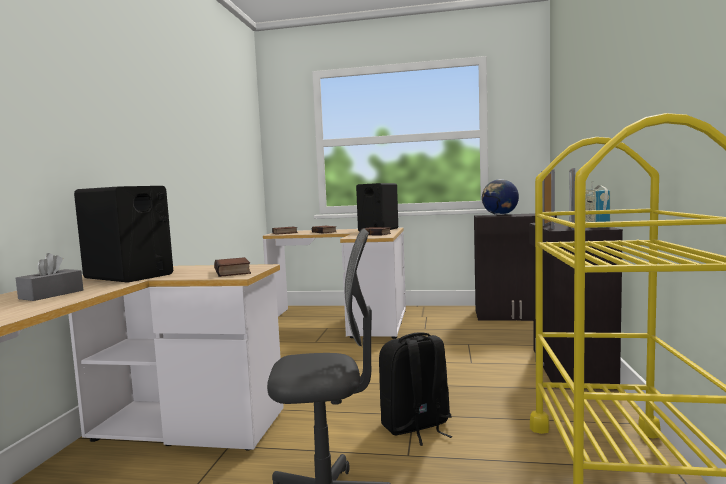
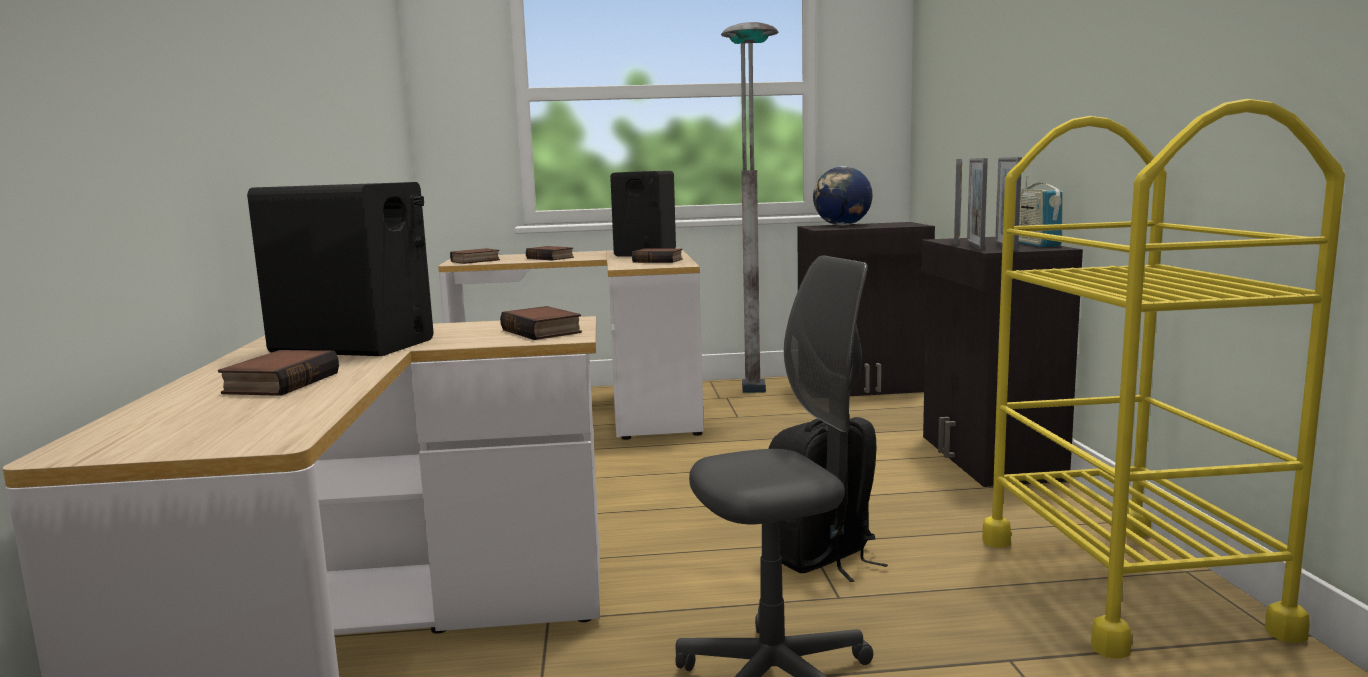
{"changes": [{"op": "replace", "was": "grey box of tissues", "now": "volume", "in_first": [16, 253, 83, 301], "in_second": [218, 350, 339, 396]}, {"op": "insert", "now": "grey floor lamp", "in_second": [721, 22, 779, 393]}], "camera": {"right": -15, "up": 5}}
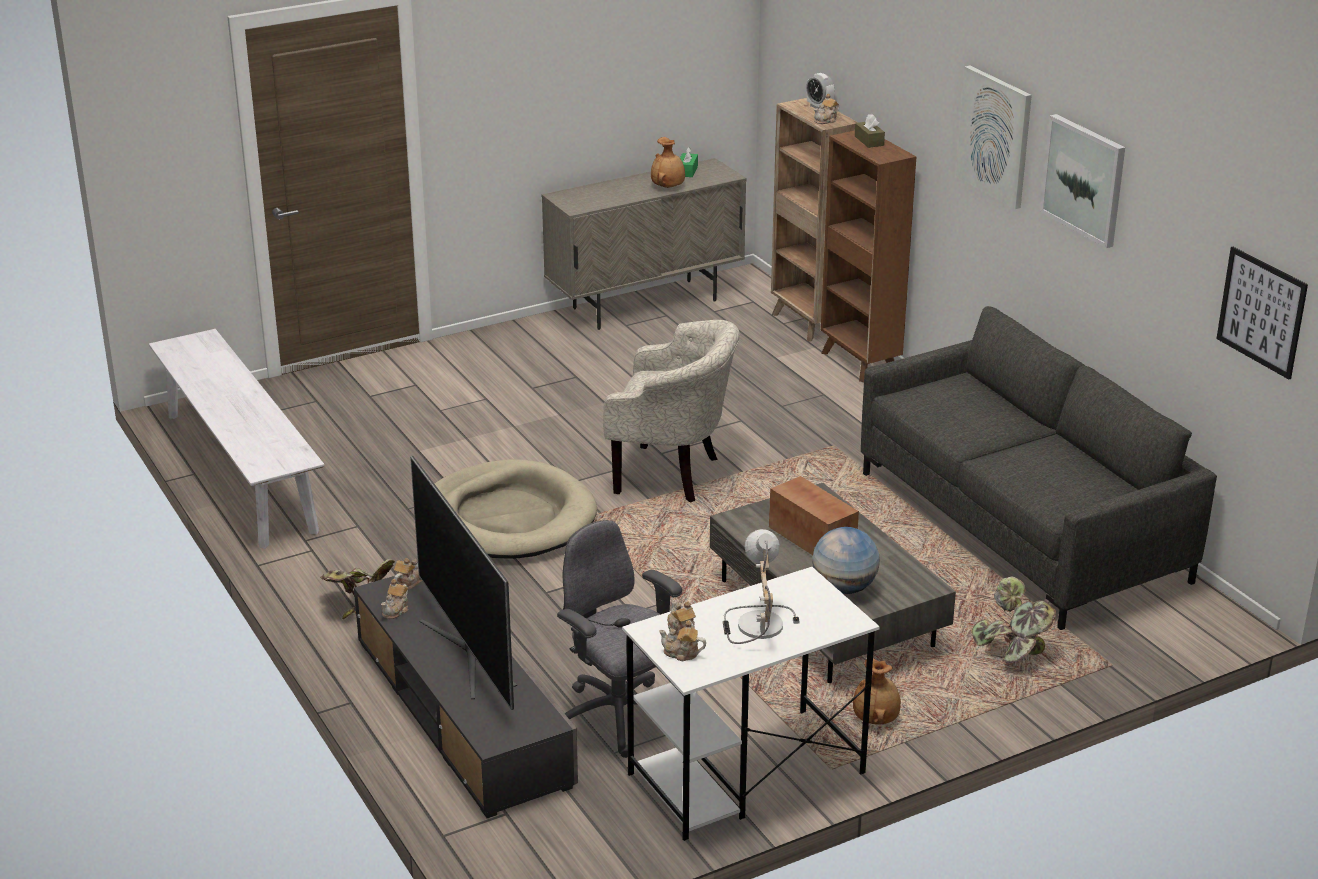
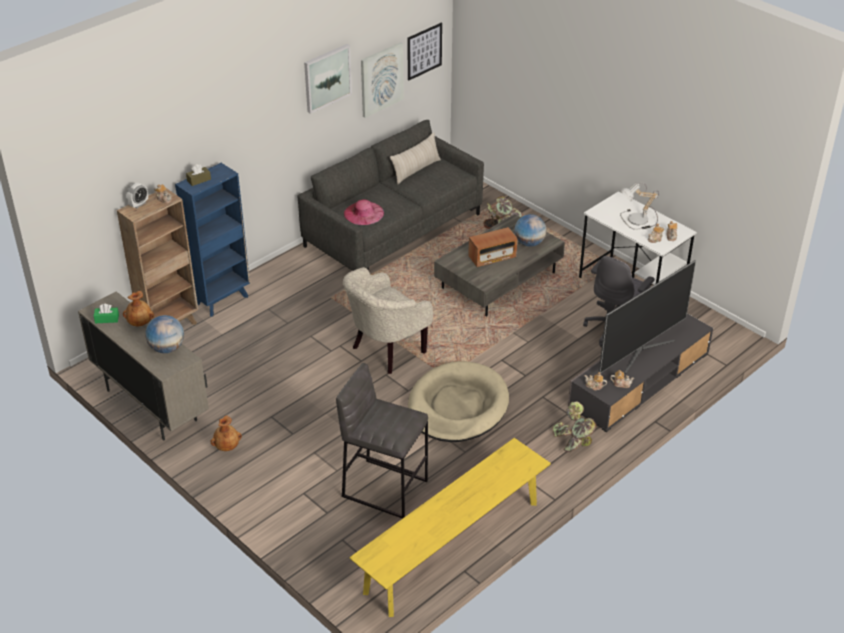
{"changes": [{"op": "insert", "now": "world globe", "in_second": [145, 315, 184, 353]}, {"op": "recolor", "was": "brownish bookshelf", "now": "blue bookshelf", "in_first": [821, 131, 916, 382], "in_second": [175, 163, 250, 317]}, {"op": "move", "was": "brownish vase", "in_first": [853, 659, 901, 725], "in_second": [210, 415, 242, 451]}, {"op": "insert", "now": "grey sitting stool", "in_second": [336, 363, 428, 519]}, {"op": "rotate", "was": "sand-coloured armchair", "in_first": [603, 320, 740, 503], "in_second": [343, 267, 433, 374], "clockwise": -135}, {"op": "insert", "now": "pink hat", "in_second": [344, 199, 384, 225]}, {"op": "recolor", "was": "whitish bench", "now": "yellow-coloured bench", "in_first": [149, 329, 324, 549], "in_second": [349, 438, 551, 617]}, {"op": "move", "was": "wall art", "in_first": [956, 66, 1032, 209], "in_second": [361, 42, 404, 118]}, {"op": "insert", "now": "sand-coloured pillow", "in_second": [390, 132, 441, 185]}, {"op": "rotate", "was": "radio set", "in_first": [769, 476, 859, 555], "in_second": [468, 227, 518, 267], "clockwise": -150}], "camera": {"right": -105, "up": 10}}
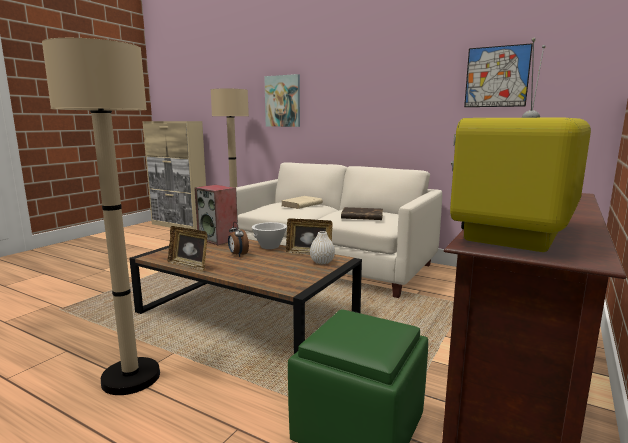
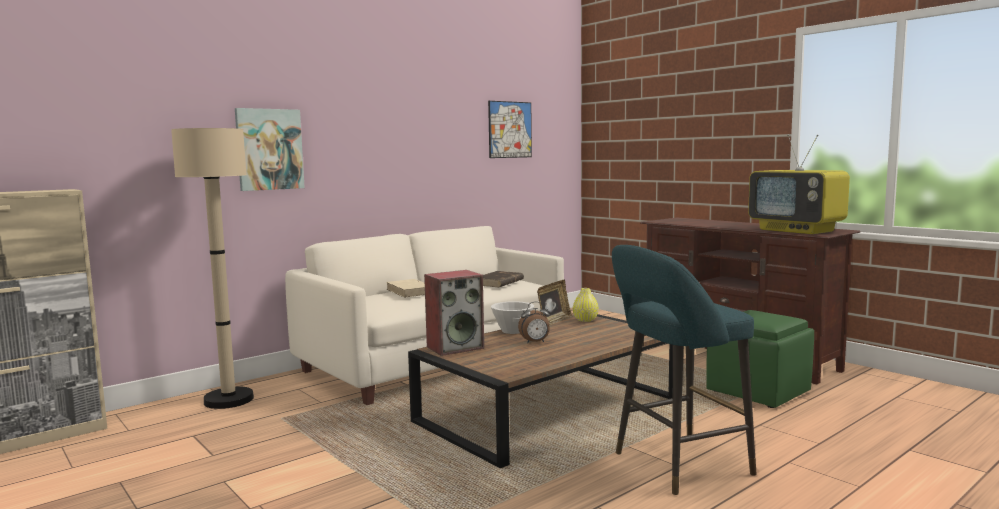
{"changes": [{"op": "recolor", "was": "whitish vase", "now": "yellow-coloured vase", "in_first": [310, 231, 335, 264], "in_second": [573, 288, 599, 322]}, {"op": "replace", "was": "sand-coloured floor lamp", "now": "turquoise sitting stool", "in_first": [42, 38, 160, 395], "in_second": [612, 245, 757, 495]}, {"op": "delete", "was": "standing frame", "in_first": [168, 226, 208, 272]}], "camera": {"right": -70, "up": -5}}
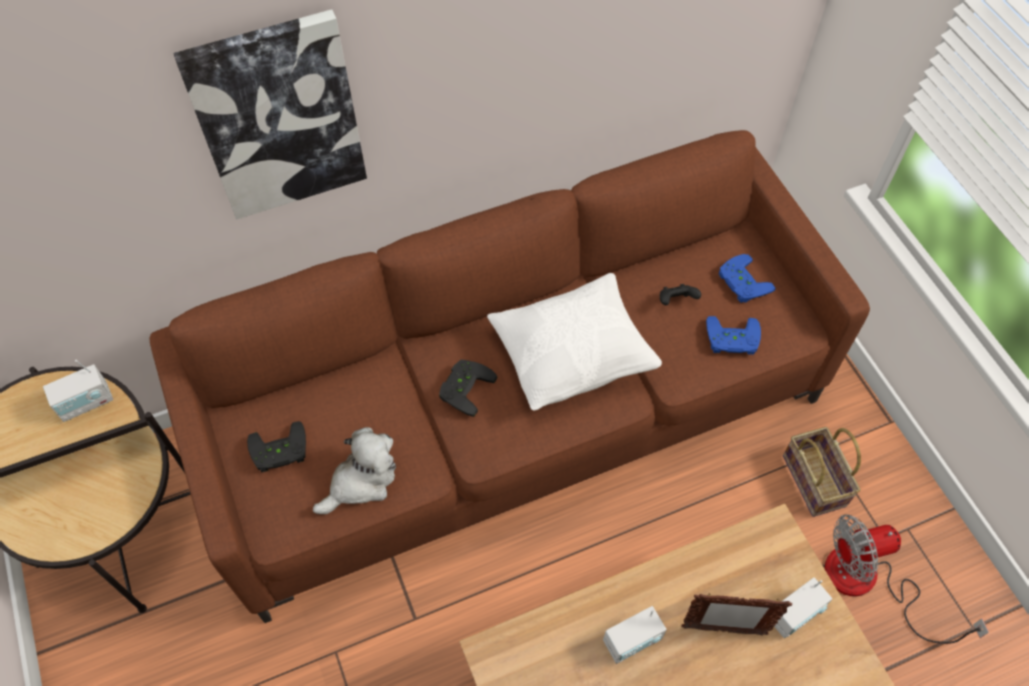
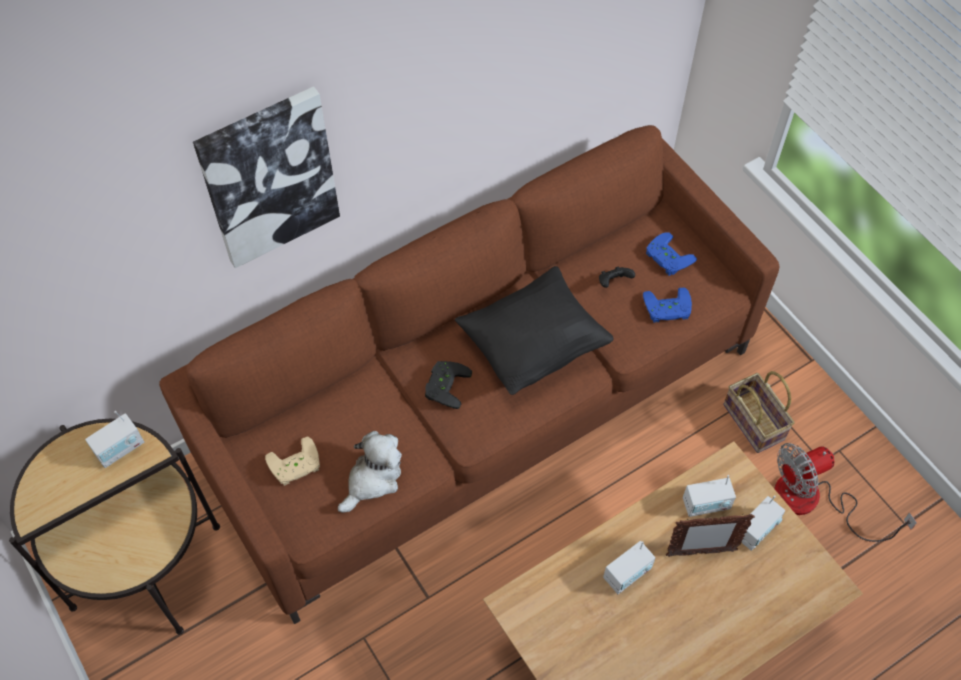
{"changes": [{"op": "recolor", "was": "black-coloured game controller", "now": "sand-coloured game controller", "in_first": [247, 421, 306, 472], "in_second": [265, 437, 320, 486]}, {"op": "recolor", "was": "whitish pillow", "now": "black-coloured pillow", "in_first": [487, 273, 662, 411], "in_second": [455, 266, 613, 395]}, {"op": "insert", "now": "radio set", "in_second": [683, 475, 736, 517]}], "camera": {"right": -10, "up": 0}}
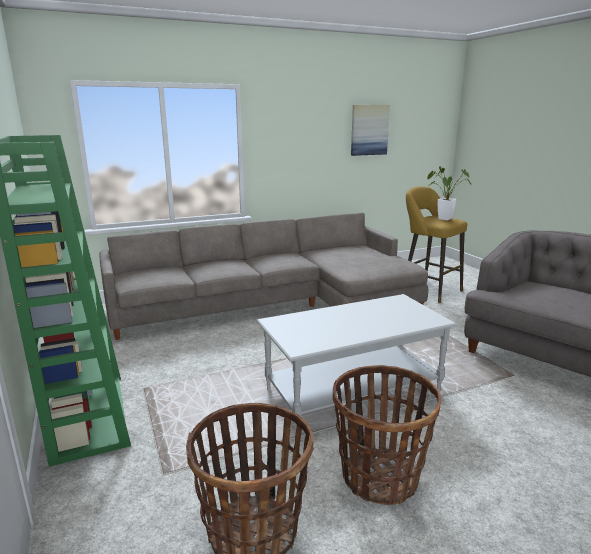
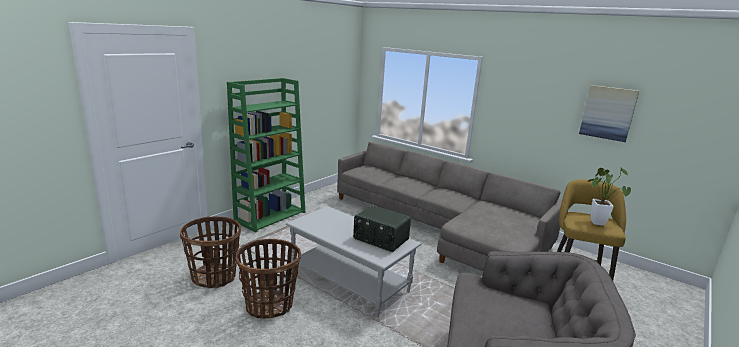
{"changes": [{"op": "insert", "now": "radio set", "in_second": [353, 205, 411, 252]}], "camera": {"right": 60, "up": 0}}
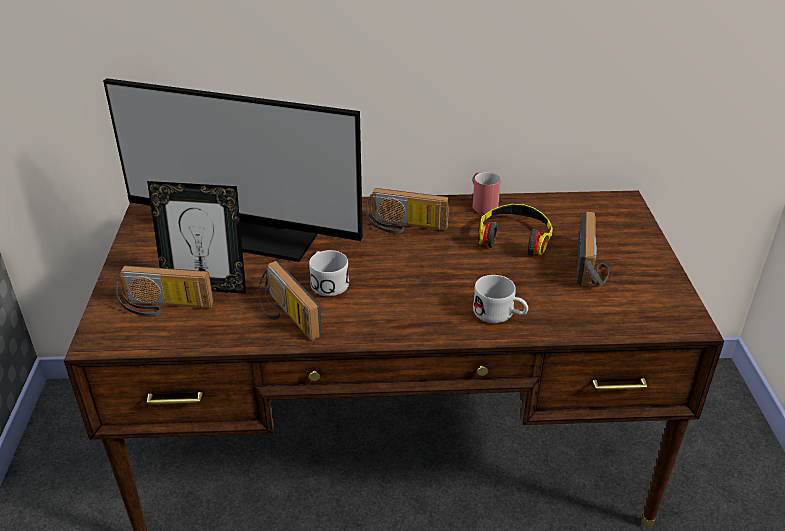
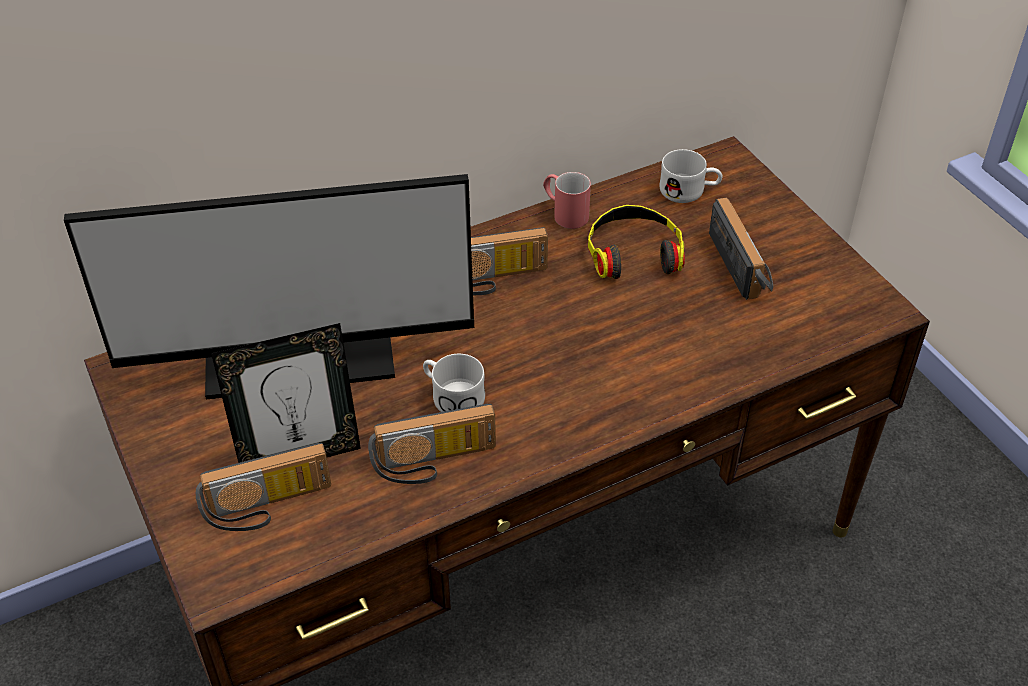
{"changes": [{"op": "rotate", "was": "radio set", "in_first": [259, 261, 322, 340], "in_second": [368, 404, 496, 484], "clockwise": -45}, {"op": "move", "was": "whitish coffee mug", "in_first": [473, 275, 528, 323], "in_second": [659, 149, 722, 203]}], "camera": {"right": -25, "up": 10}}
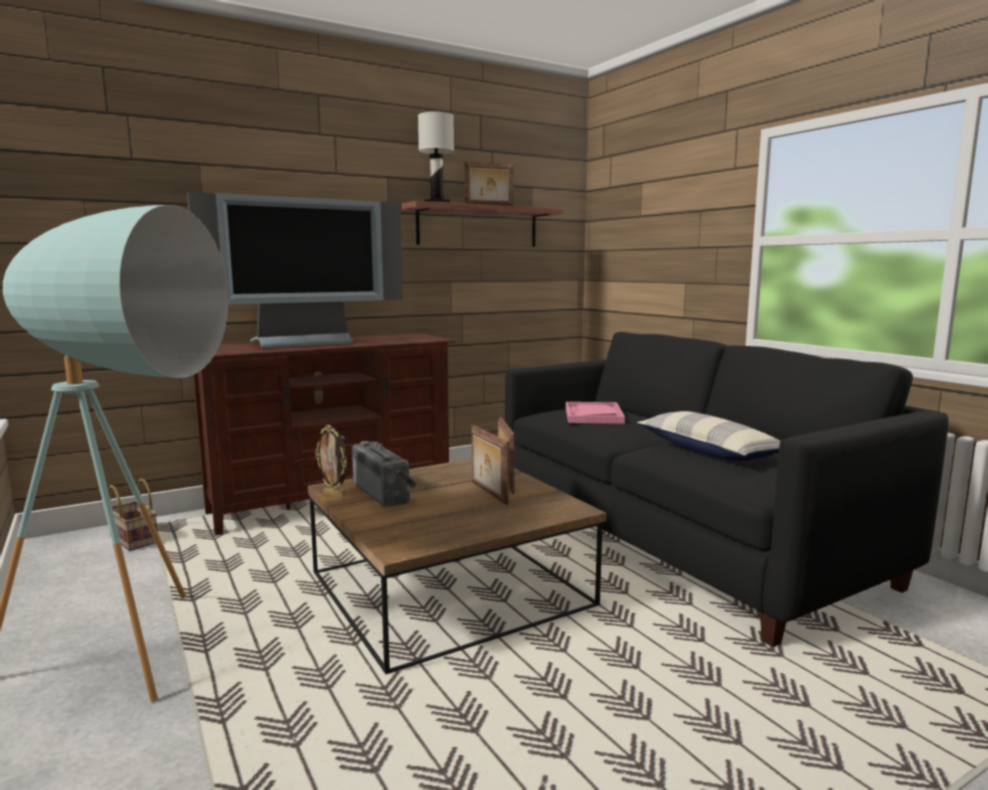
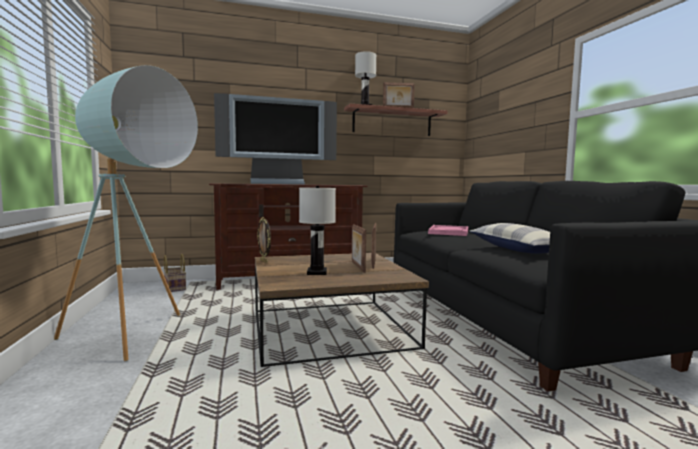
{"changes": [{"op": "insert", "now": "whitish table lamp", "in_second": [299, 186, 336, 275]}, {"op": "delete", "was": "radio set", "in_first": [352, 441, 417, 507]}], "camera": {"right": 15, "up": -5}}
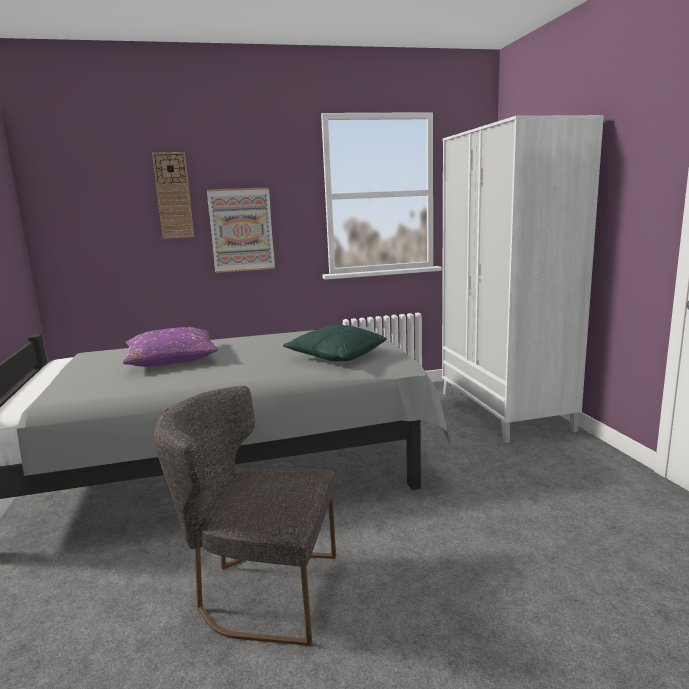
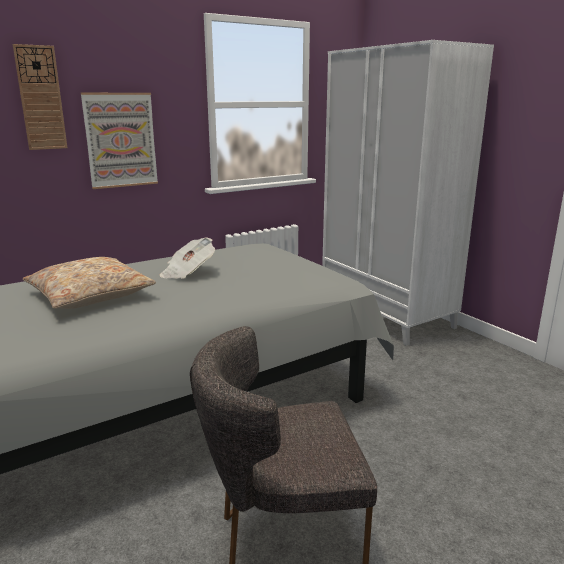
{"changes": [{"op": "recolor", "was": "purple pillow", "now": "sand-coloured pillow", "in_first": [123, 327, 218, 367], "in_second": [23, 257, 156, 309]}, {"op": "insert", "now": "daily paper", "in_second": [160, 238, 215, 279]}, {"op": "delete", "was": "greenish pillow", "in_first": [283, 325, 387, 361]}], "camera": {"right": -20, "up": 5}}
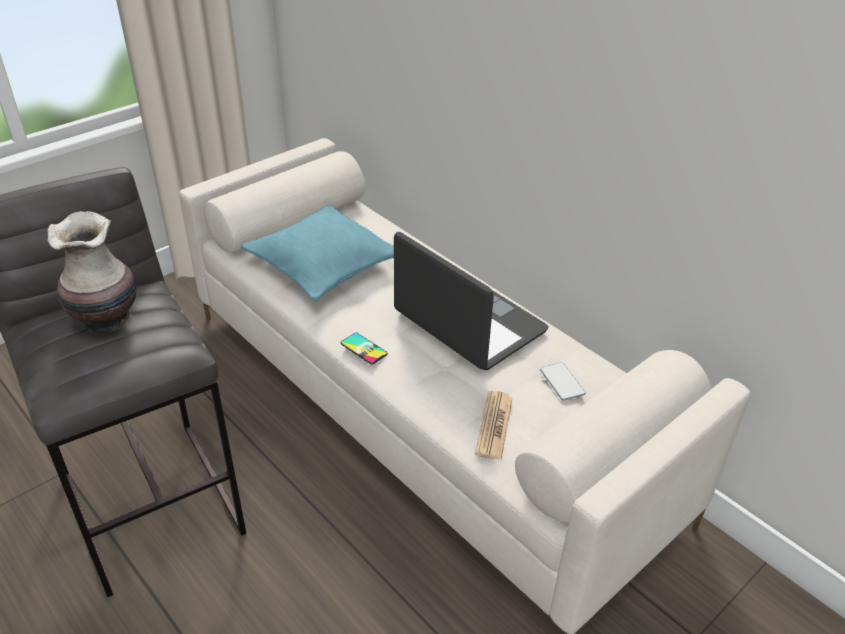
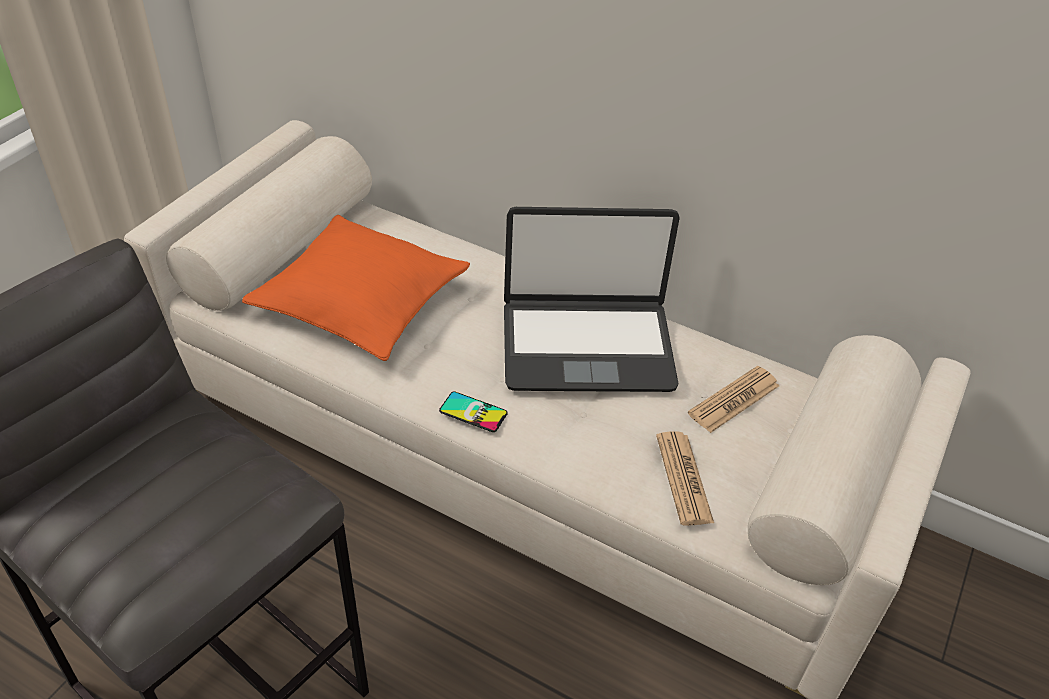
{"changes": [{"op": "recolor", "was": "turquoise pillow", "now": "orange-coloured pillow", "in_first": [241, 205, 394, 301], "in_second": [242, 215, 470, 361]}, {"op": "rotate", "was": "laptop", "in_first": [394, 232, 549, 370], "in_second": [504, 207, 680, 392], "clockwise": 150}, {"op": "replace", "was": "telephone", "now": "daily paper", "in_first": [540, 362, 586, 401], "in_second": [688, 366, 779, 433]}, {"op": "delete", "was": "vase", "in_first": [47, 211, 137, 332]}], "camera": {"right": -20, "up": 5}}
